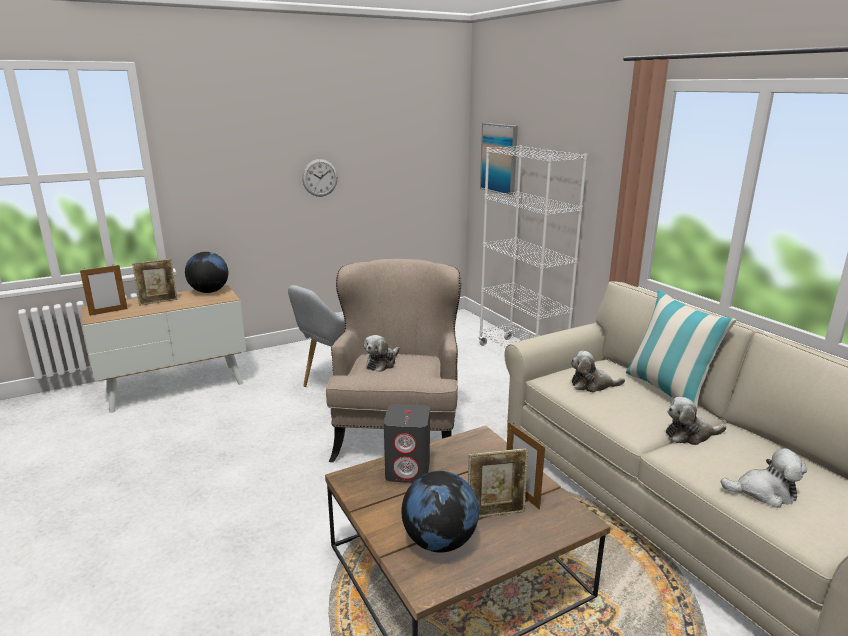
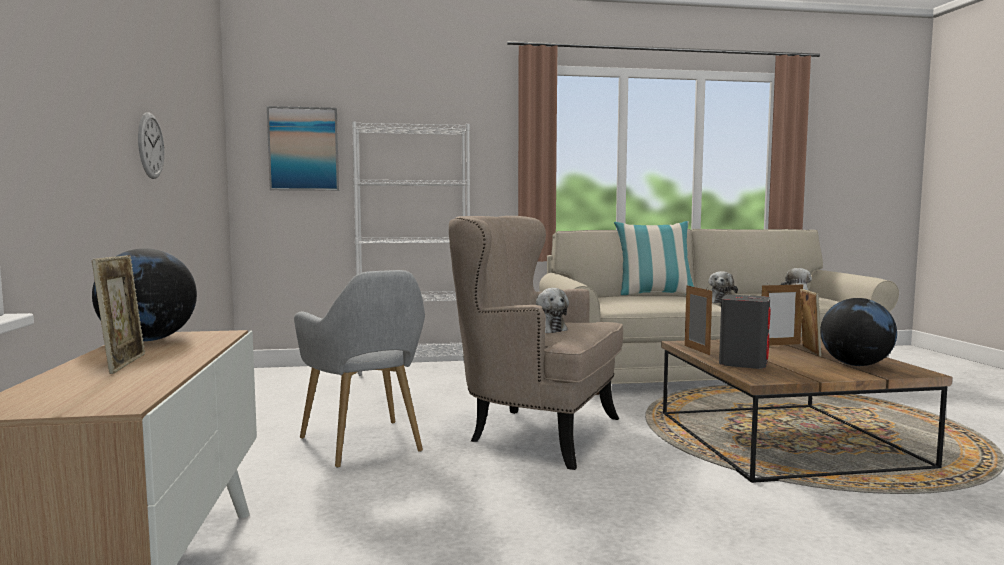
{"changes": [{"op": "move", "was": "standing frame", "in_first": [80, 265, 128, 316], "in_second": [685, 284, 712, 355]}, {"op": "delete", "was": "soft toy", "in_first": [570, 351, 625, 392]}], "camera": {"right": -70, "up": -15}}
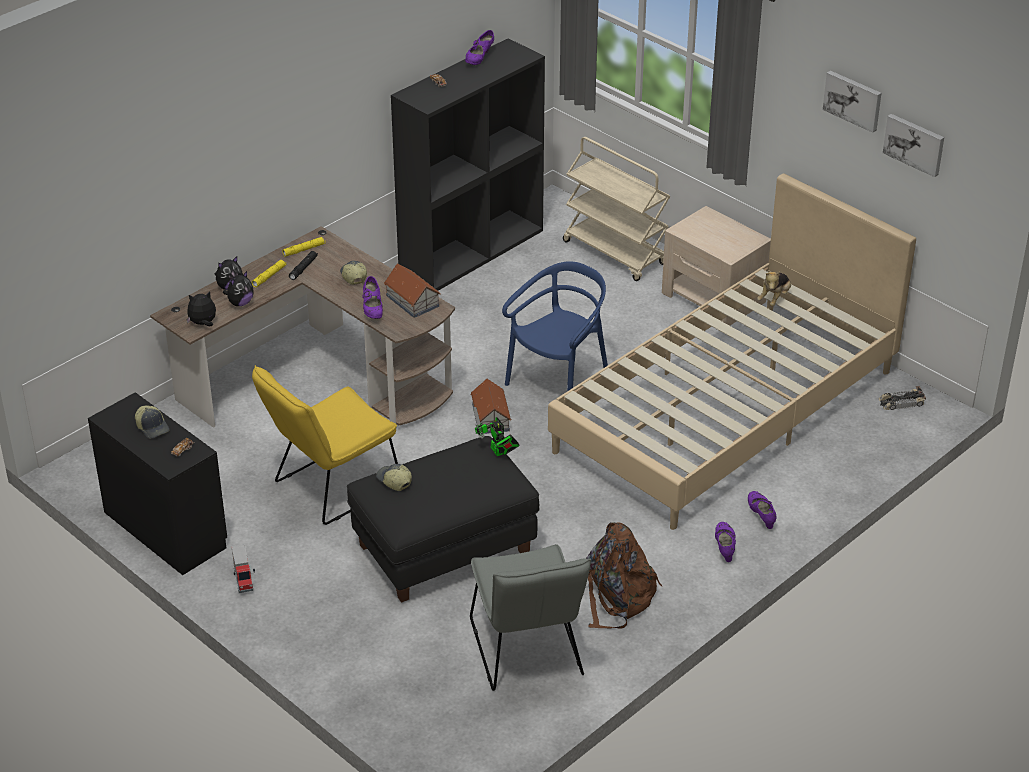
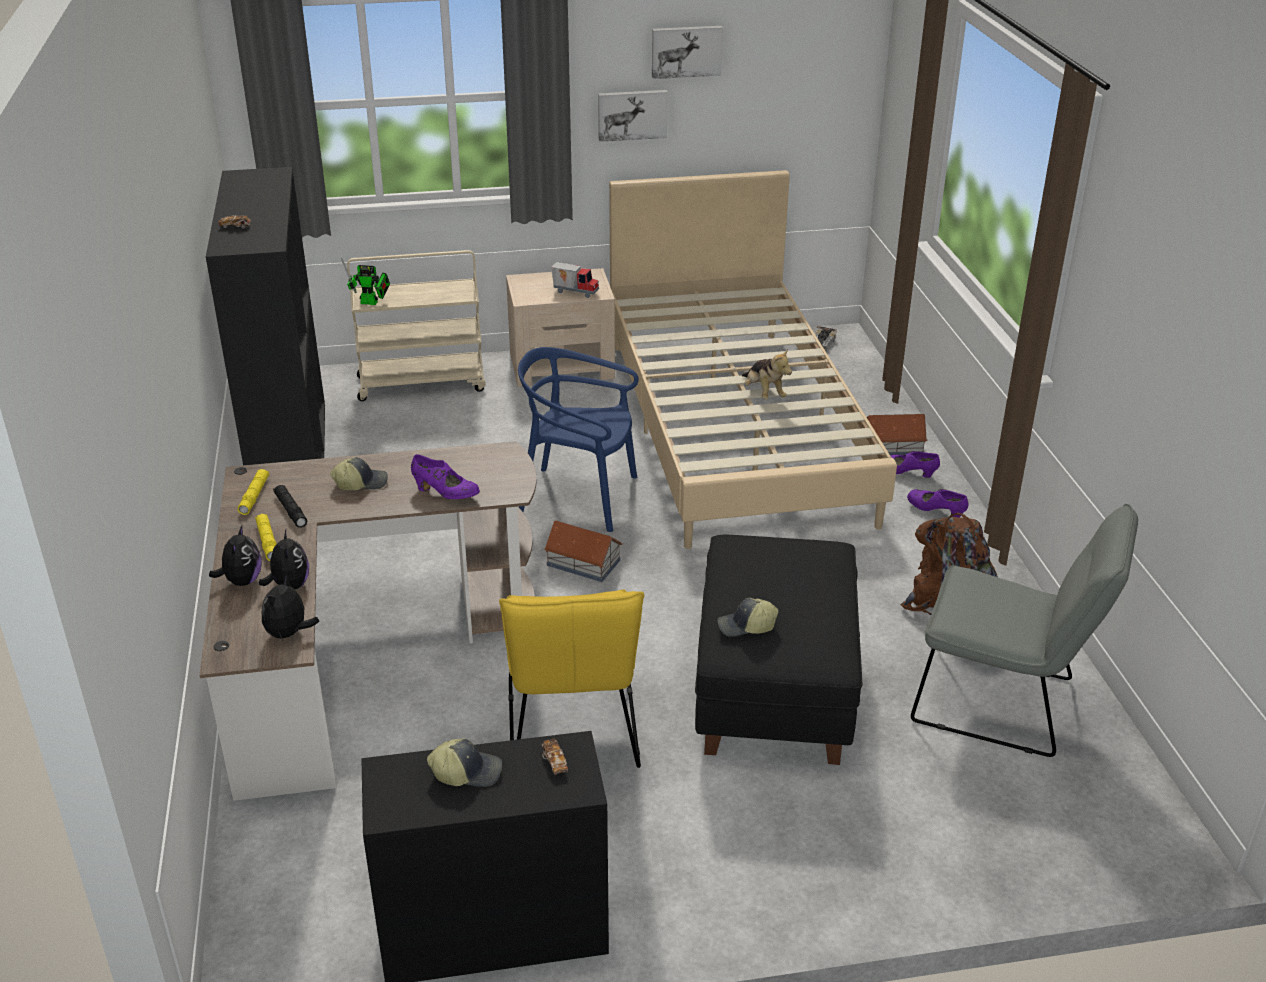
{"changes": [{"op": "rotate", "was": "peaked cap", "in_first": [340, 261, 367, 285], "in_second": [330, 457, 388, 491], "clockwise": 150}, {"op": "move", "was": "toy robot", "in_first": [473, 406, 520, 456], "in_second": [341, 258, 390, 305]}, {"op": "rotate", "was": "blue upright chair", "in_first": [502, 261, 608, 391], "in_second": [518, 347, 639, 532], "clockwise": -60}, {"op": "move", "was": "toy truck", "in_first": [232, 545, 255, 593], "in_second": [551, 262, 599, 298]}, {"op": "move", "was": "wall art", "in_first": [883, 114, 944, 177], "in_second": [598, 90, 668, 142]}, {"op": "move", "was": "soft toy", "in_first": [757, 272, 791, 306], "in_second": [742, 349, 792, 400]}, {"op": "move", "was": "model house", "in_first": [384, 264, 441, 318], "in_second": [867, 414, 928, 455]}, {"op": "delete", "was": "purple shoe", "in_first": [465, 30, 494, 65]}], "camera": {"right": -55, "up": -5}}
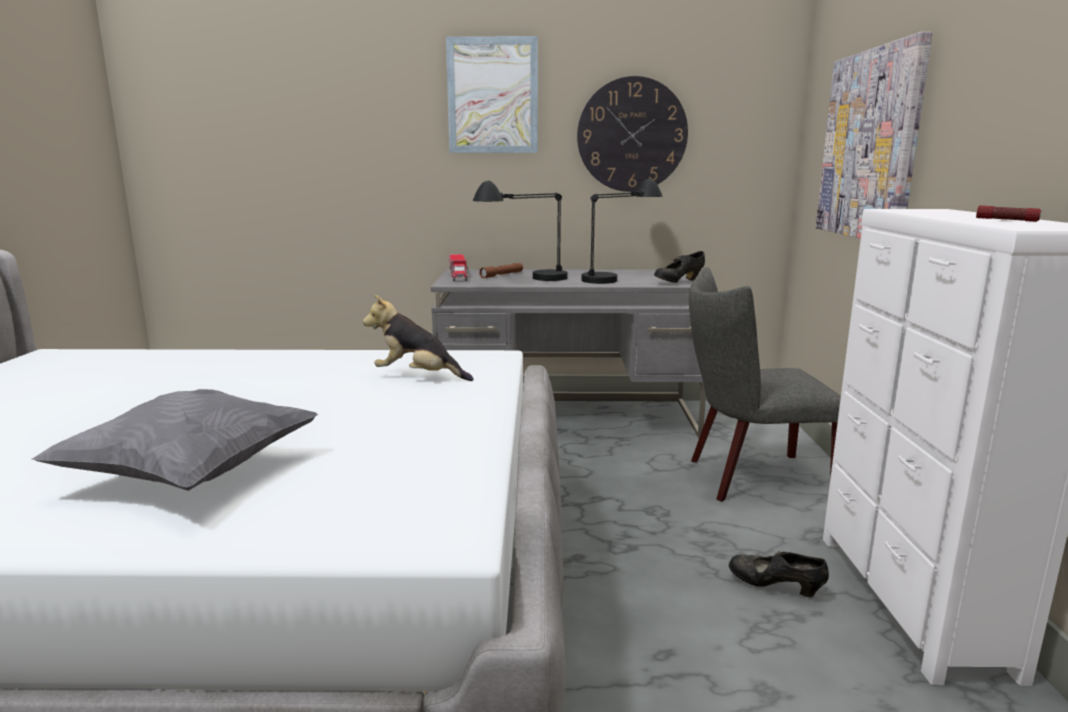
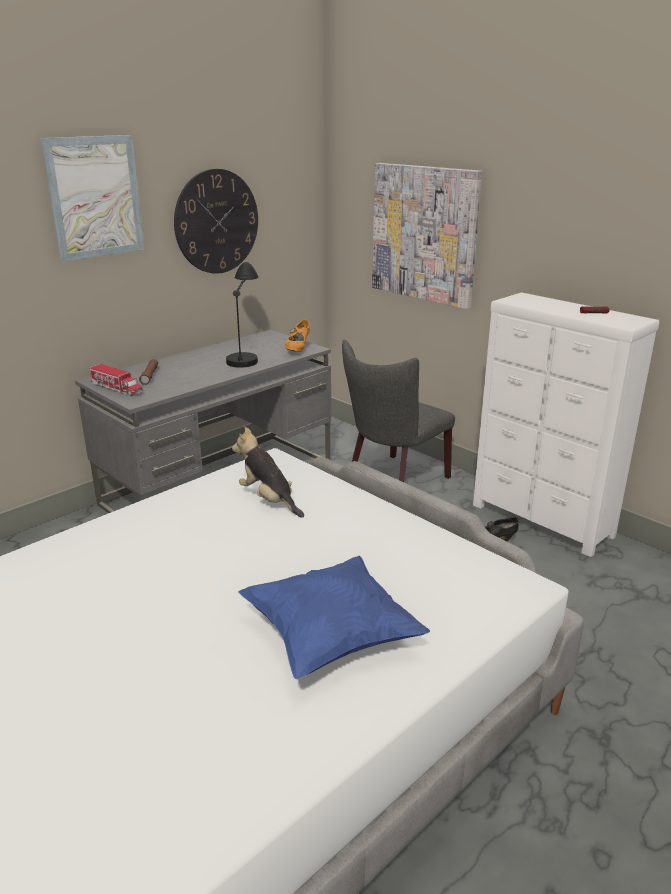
{"changes": [{"op": "rotate", "was": "soft toy", "in_first": [363, 295, 474, 381], "in_second": [232, 427, 304, 518], "clockwise": 75}, {"op": "recolor", "was": "grey pillow", "now": "blue pillow", "in_first": [32, 389, 318, 491], "in_second": [238, 556, 430, 679]}, {"op": "recolor", "was": "black-coloured shoe", "now": "orange-coloured shoe", "in_first": [654, 251, 705, 283], "in_second": [285, 320, 310, 352]}, {"op": "delete", "was": "black-coloured table lamp", "in_first": [473, 181, 568, 281]}], "camera": {"right": -45, "up": 10}}
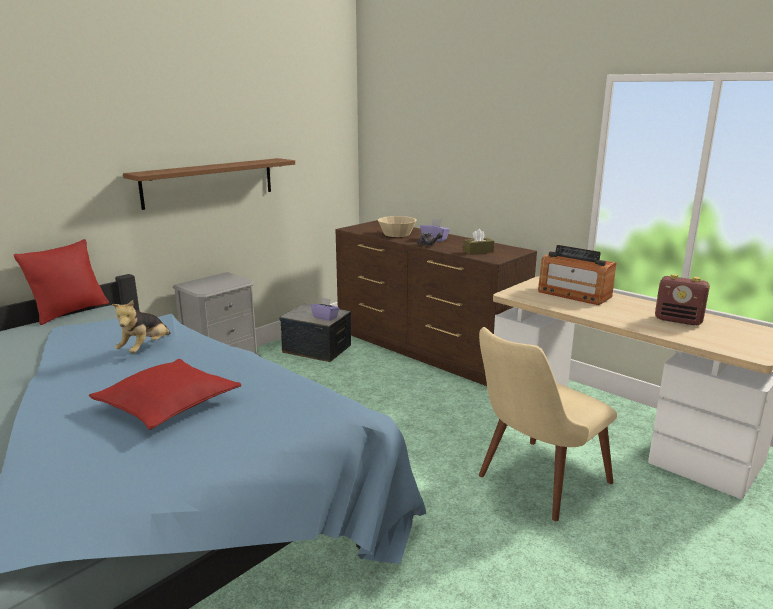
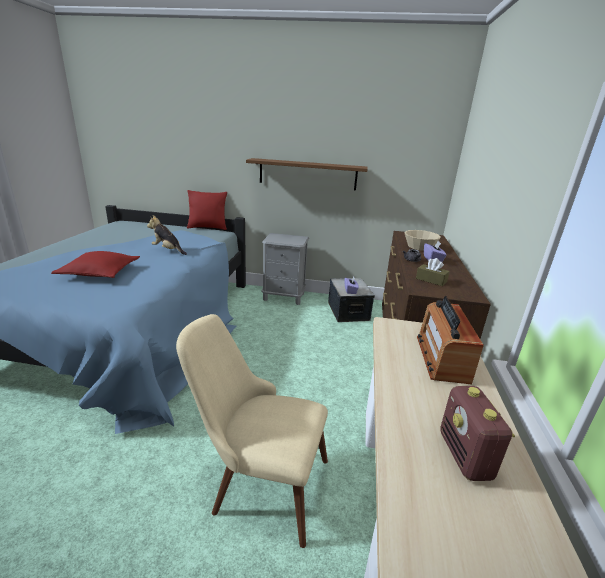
{"changes": [{"op": "rotate", "was": "soft toy", "in_first": [112, 300, 170, 353], "in_second": [147, 215, 187, 255], "clockwise": 45}], "camera": {"right": 55, "up": 5}}
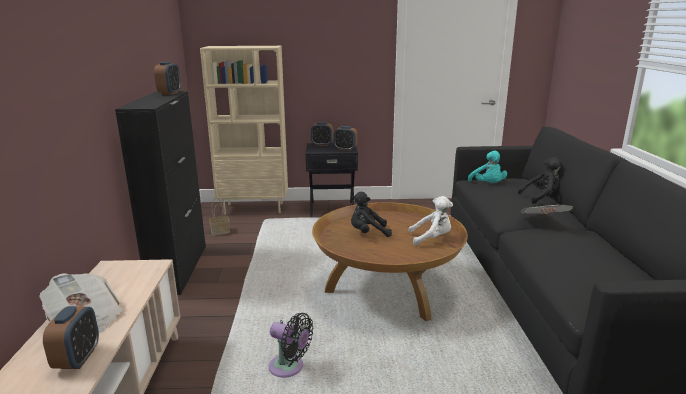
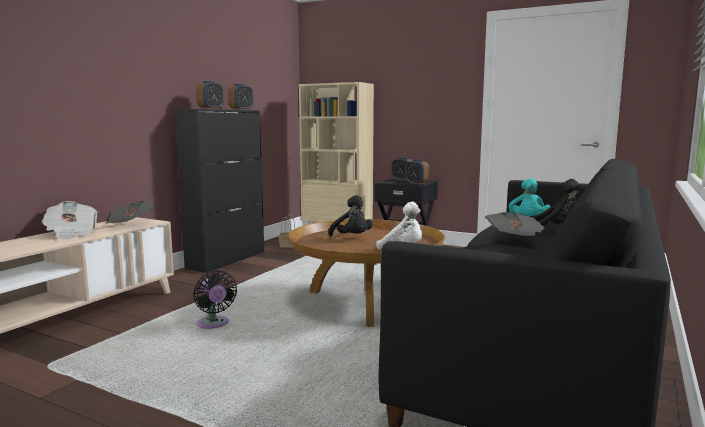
{"changes": [{"op": "insert", "now": "daily paper", "in_second": [105, 201, 154, 223]}, {"op": "move", "was": "table clock", "in_first": [43, 306, 99, 369], "in_second": [196, 81, 224, 109]}, {"op": "rotate", "was": "black-coloured soft toy", "in_first": [351, 192, 392, 237], "in_second": [328, 195, 373, 237], "clockwise": -150}], "camera": {"right": 30, "up": -10}}
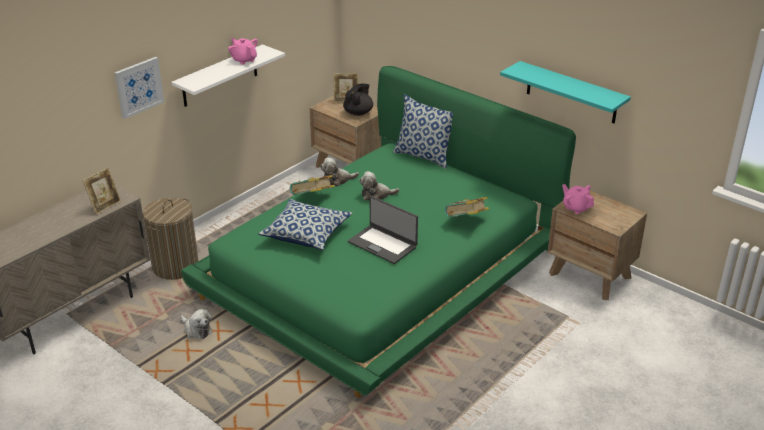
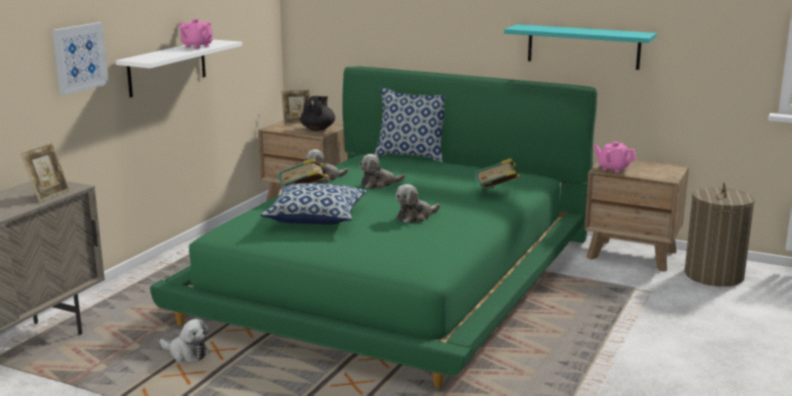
{"changes": [{"op": "replace", "was": "laptop", "now": "soft toy", "in_first": [348, 196, 418, 264], "in_second": [396, 184, 440, 223]}, {"op": "move", "was": "washing basket", "in_first": [143, 198, 198, 280], "in_second": [684, 182, 755, 287]}], "camera": {"right": -15, "up": -15}}
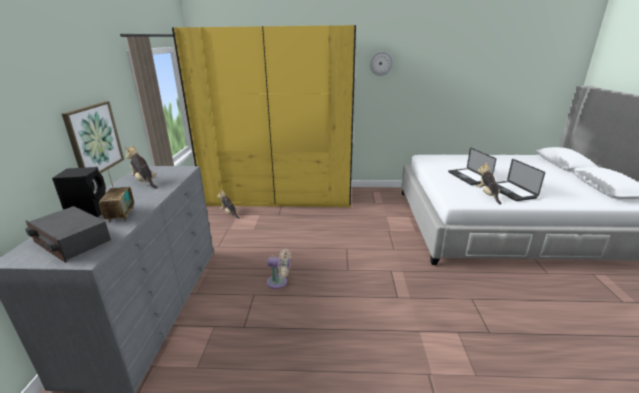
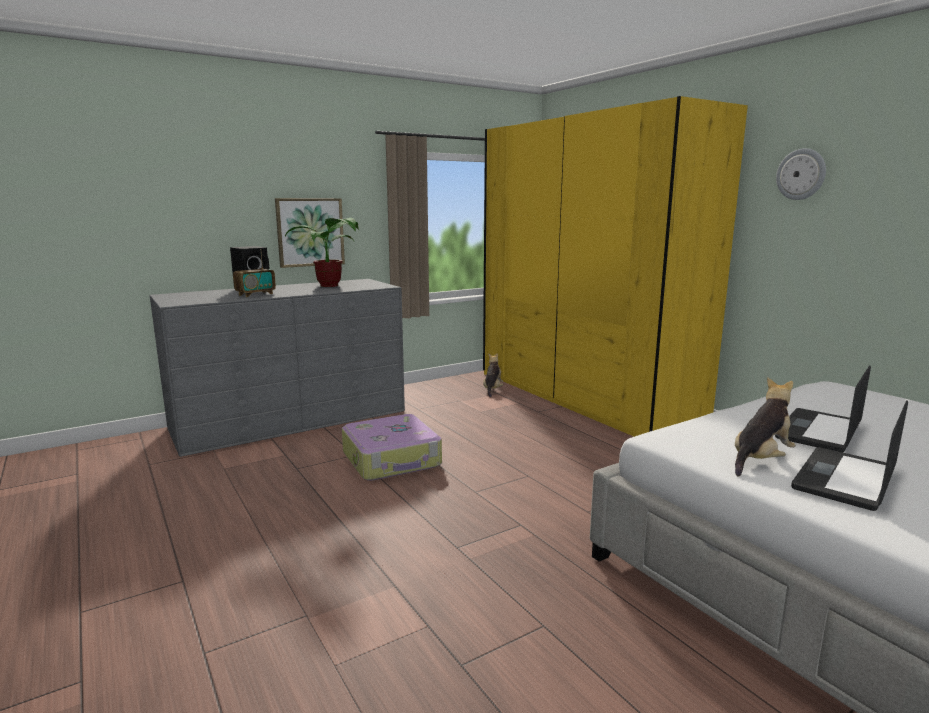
{"changes": [{"op": "replace", "was": "soft toy", "now": "houseplant", "in_first": [125, 145, 157, 189], "in_second": [285, 218, 359, 287]}, {"op": "replace", "was": "sand-coloured cooling fan", "now": "piece of luggage", "in_first": [267, 249, 291, 289], "in_second": [342, 414, 442, 481]}, {"op": "delete", "was": "radio set", "in_first": [25, 206, 111, 263]}], "camera": {"right": 55, "up": -10}}
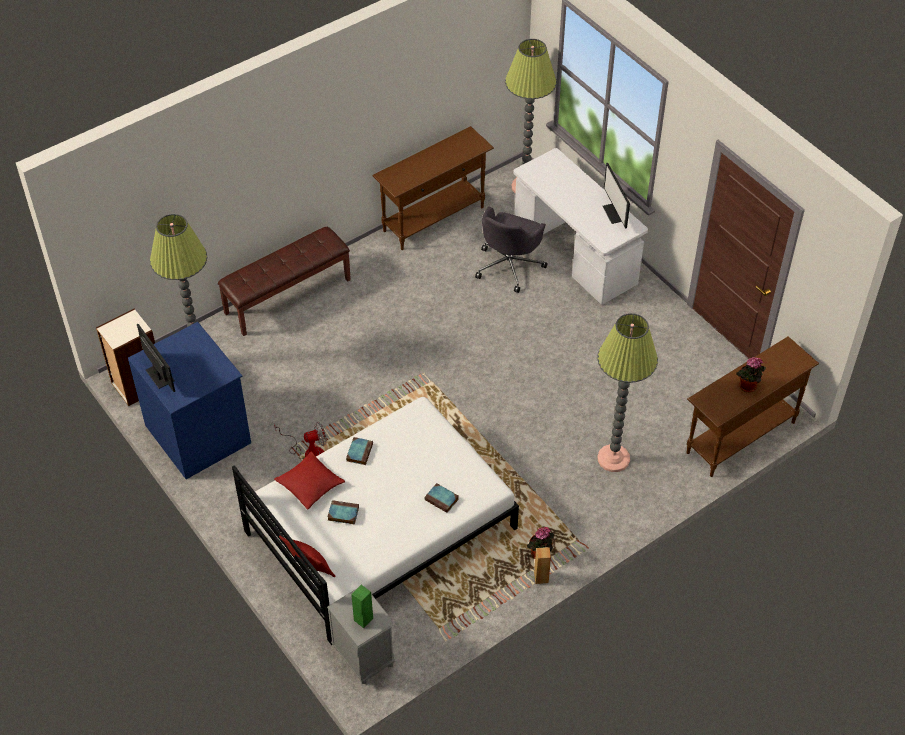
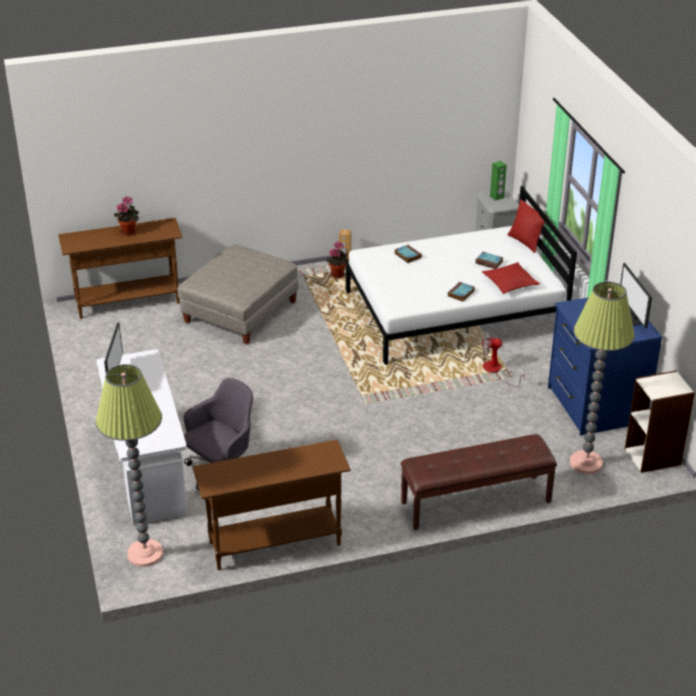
{"changes": [{"op": "replace", "was": "floor lamp", "now": "grey pouffe", "in_first": [597, 313, 658, 472], "in_second": [177, 244, 299, 344]}], "camera": {"right": -160, "up": -15}}
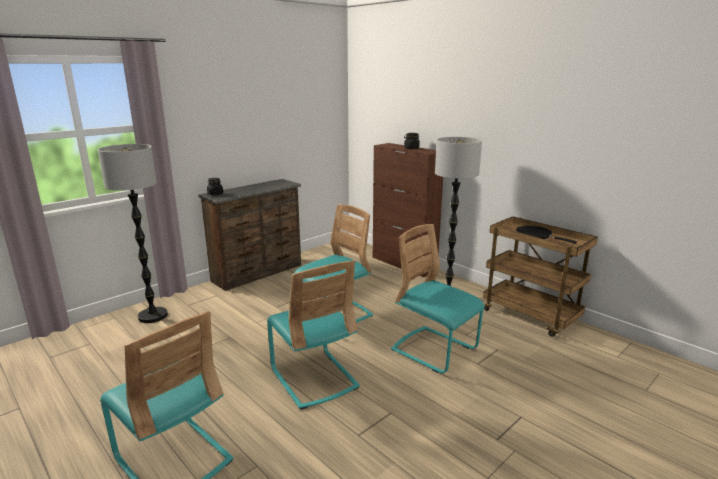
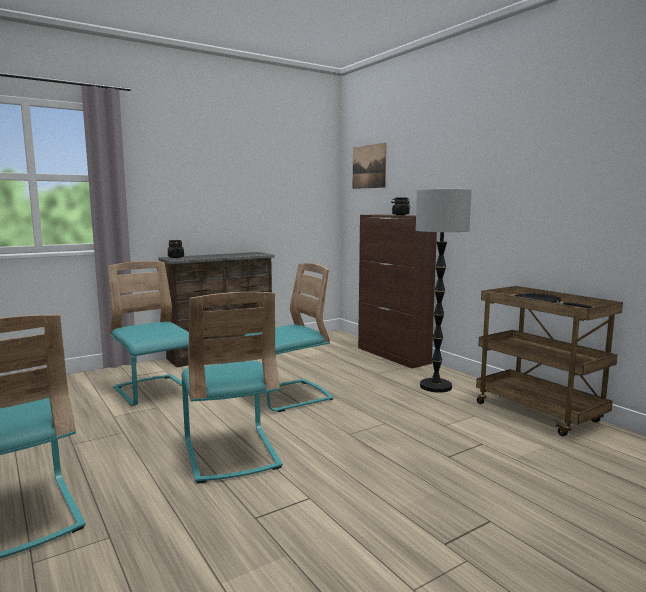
{"changes": [{"op": "move", "was": "turquoise upright chair", "in_first": [391, 224, 485, 373], "in_second": [108, 261, 189, 406]}, {"op": "insert", "now": "wall art", "in_second": [353, 143, 387, 189]}, {"op": "delete", "was": "floor lamp", "in_first": [98, 144, 168, 323]}], "camera": {"right": 10, "up": -10}}
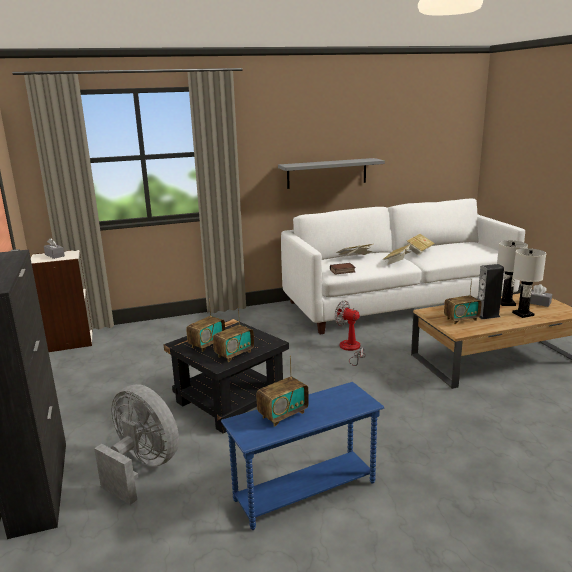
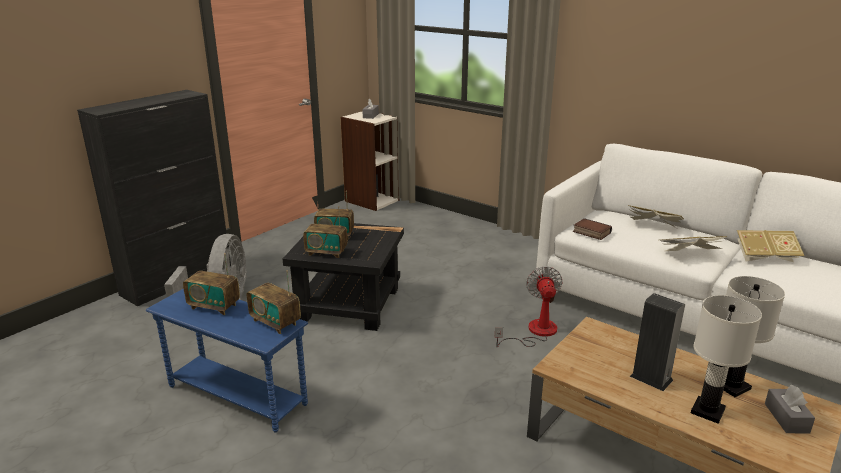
{"changes": [{"op": "move", "was": "radio set", "in_first": [444, 279, 482, 324], "in_second": [247, 270, 301, 334]}, {"op": "delete", "was": "grey wall shelf", "in_first": [278, 158, 385, 189]}], "camera": {"right": 55, "up": 5}}
